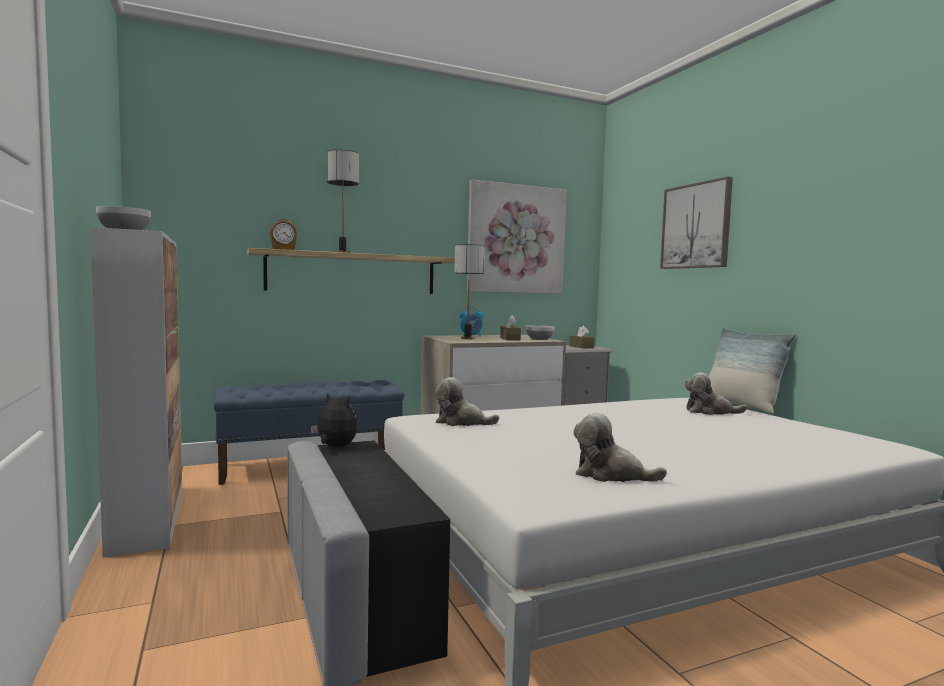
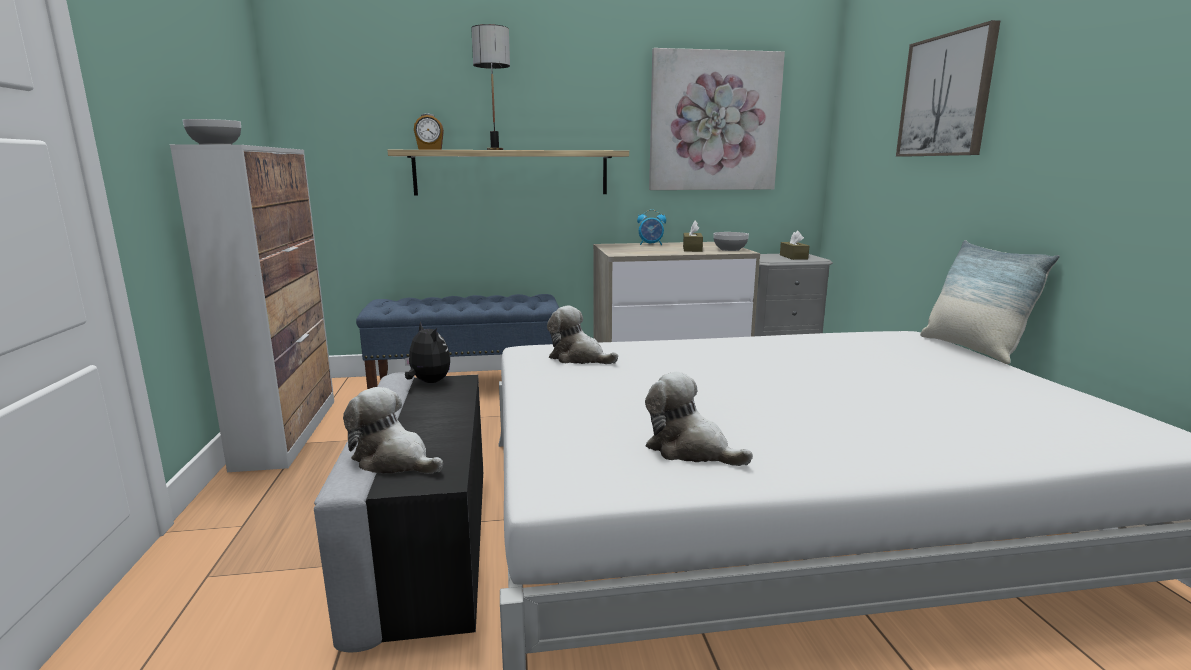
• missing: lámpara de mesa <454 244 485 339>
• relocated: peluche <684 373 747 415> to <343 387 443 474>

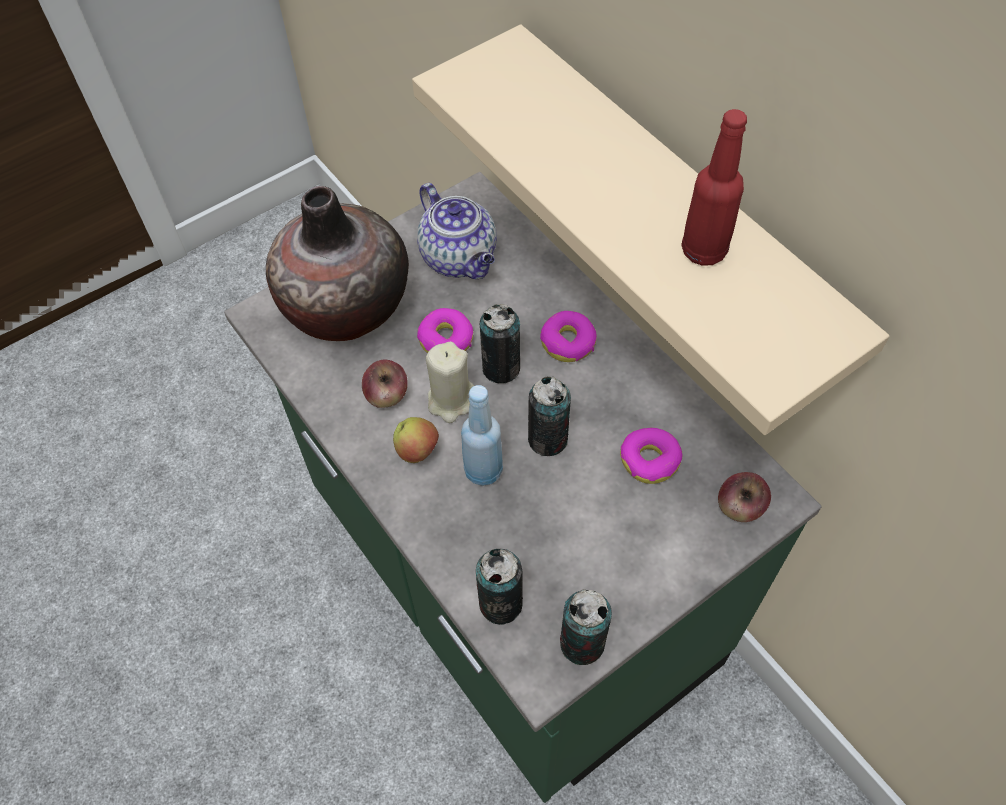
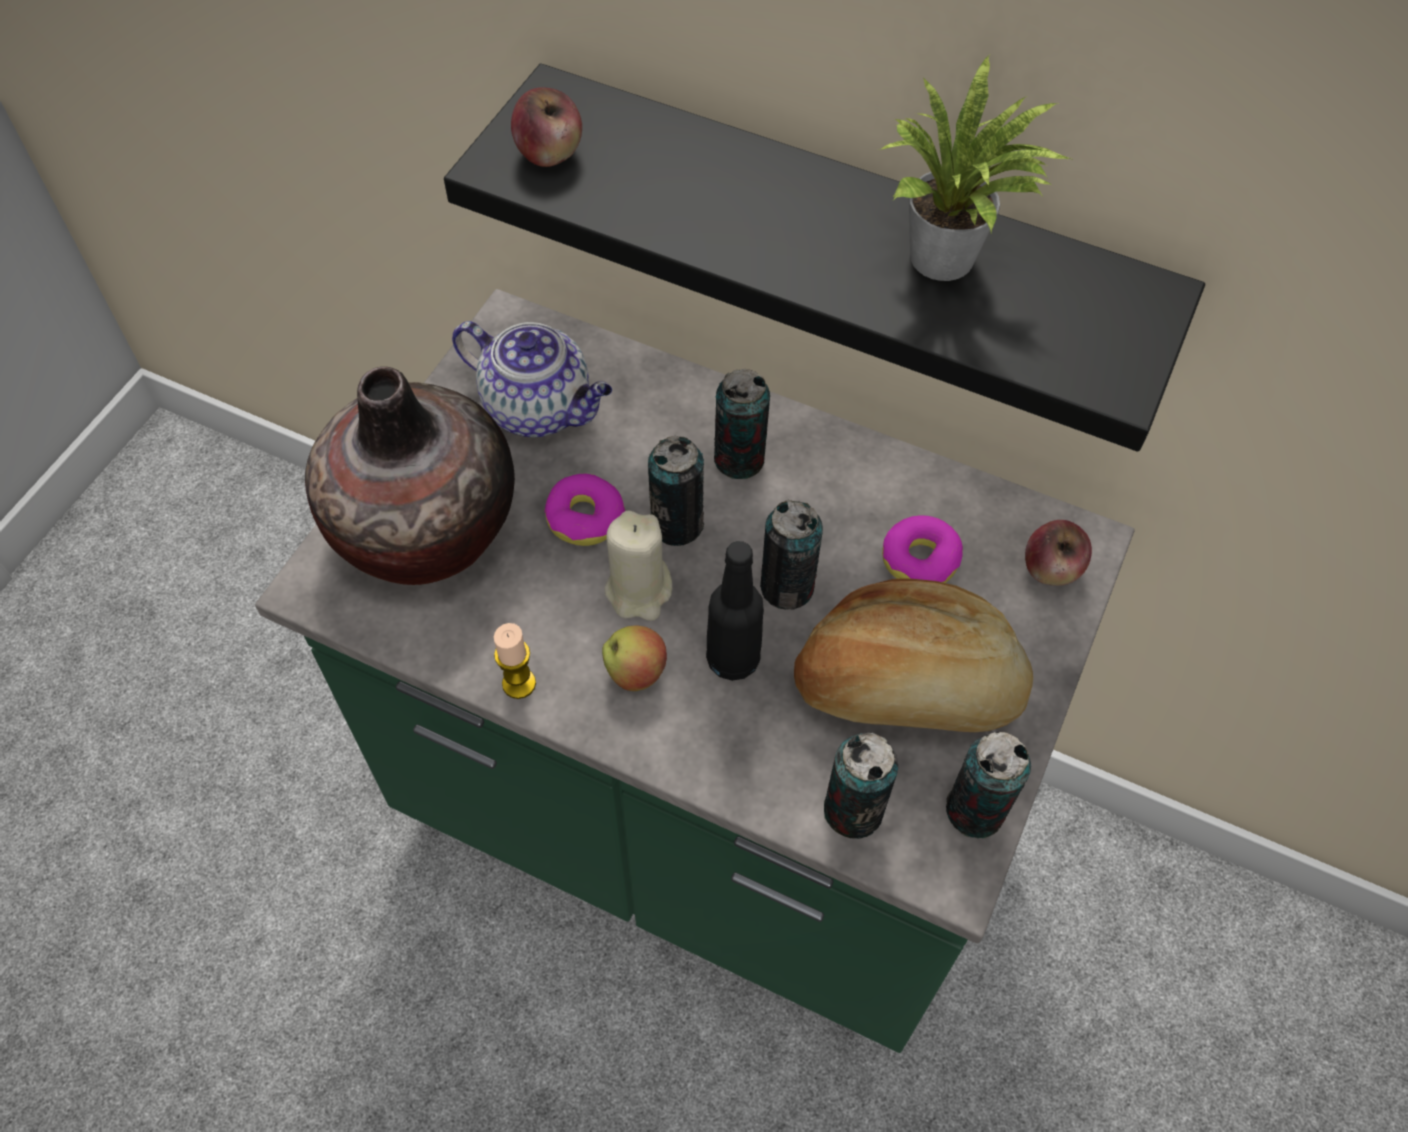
• colour: estante/beis <412 24 889 435> to estante/negro <444 63 1205 452>
• exchanged: botella/rojo <681 109 747 266> to planta en maceta <879 56 1071 281>
• exchanged: rosquilla <540 311 597 362> to lata <714 369 770 479>
• relocated: manzana <362 360 408 408> to <511 87 582 167>
• colour: botella/azul <461 385 503 486> to botella/negro <706 541 764 681>
• appeared: pan <794 578 1033 732>
• appeared: vela <494 623 536 699>

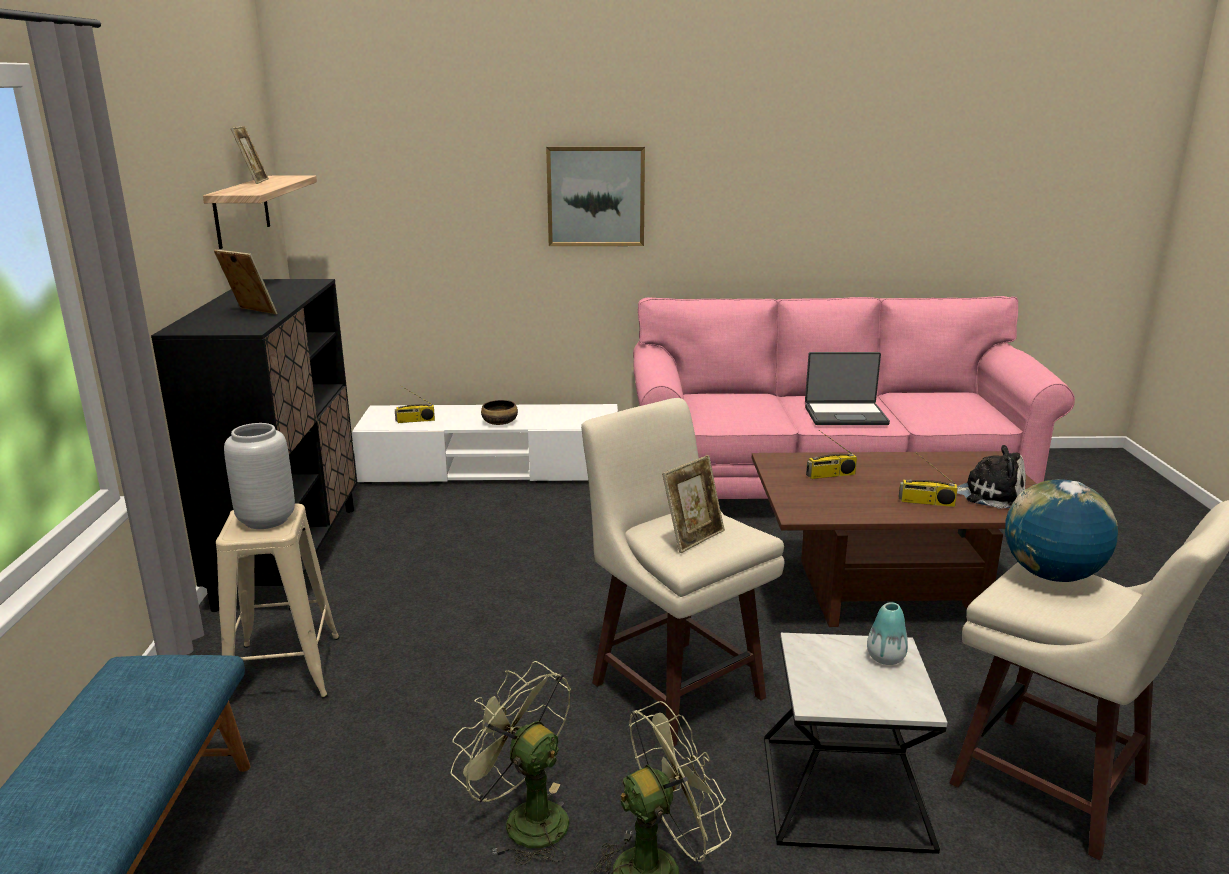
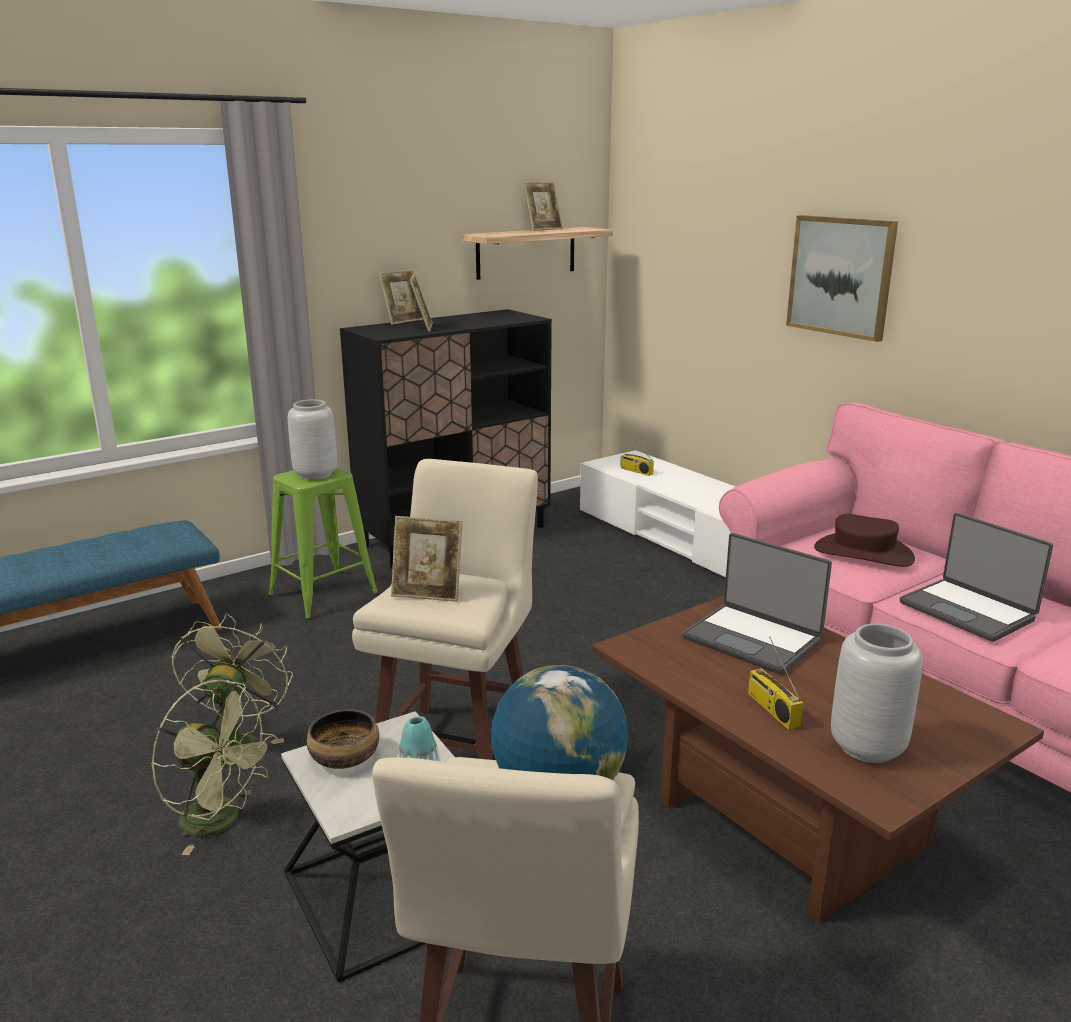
• relocated: cuenco <481 400 518 425> to <307 709 379 769>
• exchanged: radio <806 430 857 479> to portátil <682 533 832 675>
• exchanged: peluche <957 445 1026 509> to florero/gris <831 624 923 763>
• colour: taburete/beis <216 504 340 699> to taburete/verde <268 468 378 620>
• appeared: portarretratos <379 270 423 325>
• appeared: sombrero/marrón <814 514 915 567>

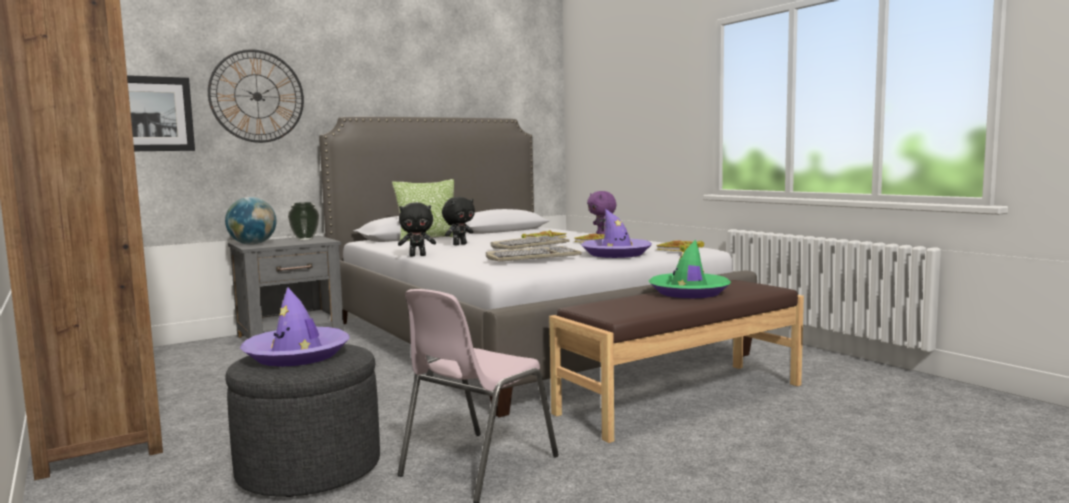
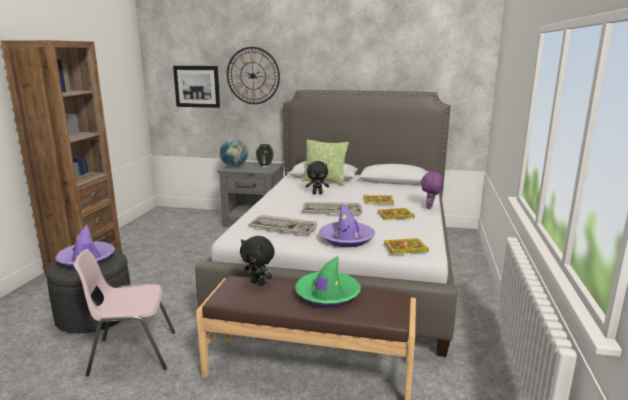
• relocated: peluche/negro <398 202 436 256> to <240 236 275 286>

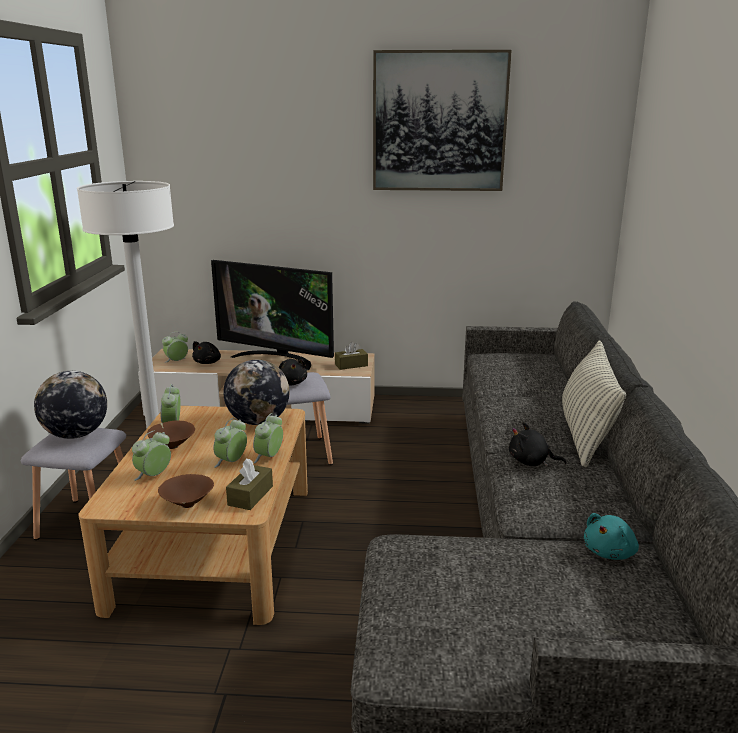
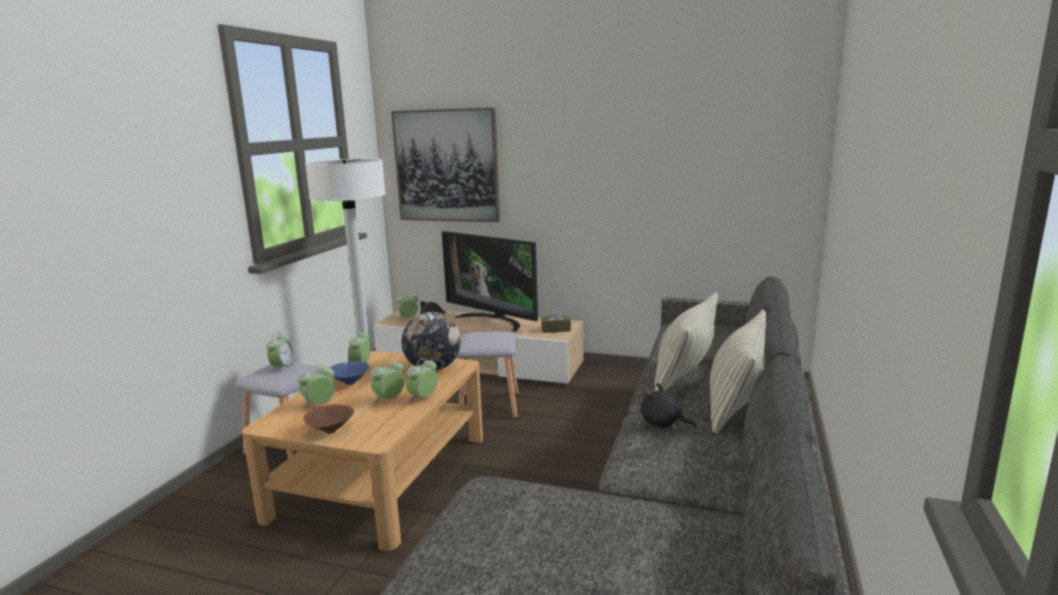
• relocated: cuadro <373 50 512 191> to <391 108 500 222>
• missing: peluche/negro <278 359 307 385>
• exchanged: globo terráqueo <34 371 107 439> to despertador <266 332 296 374>
• colour: cuenco/marrón <147 420 195 449> to cuenco/azul <331 361 370 385>
• missing: caja de pañuelos/marrón <226 459 273 510>
• missing: peluche/turquesa <584 513 639 560>
• appeared: cojín <655 292 718 391>

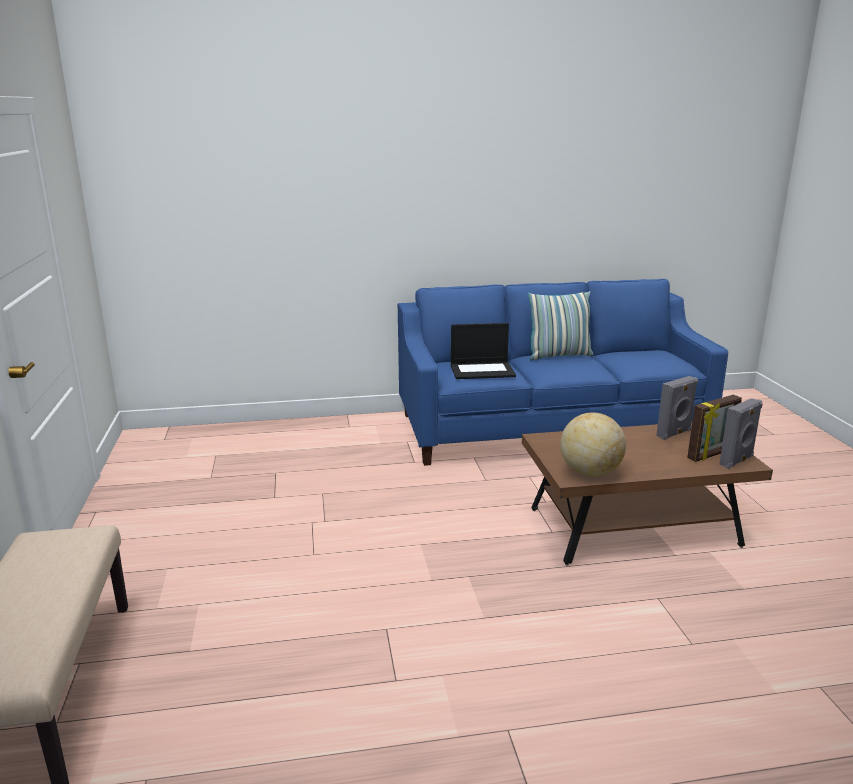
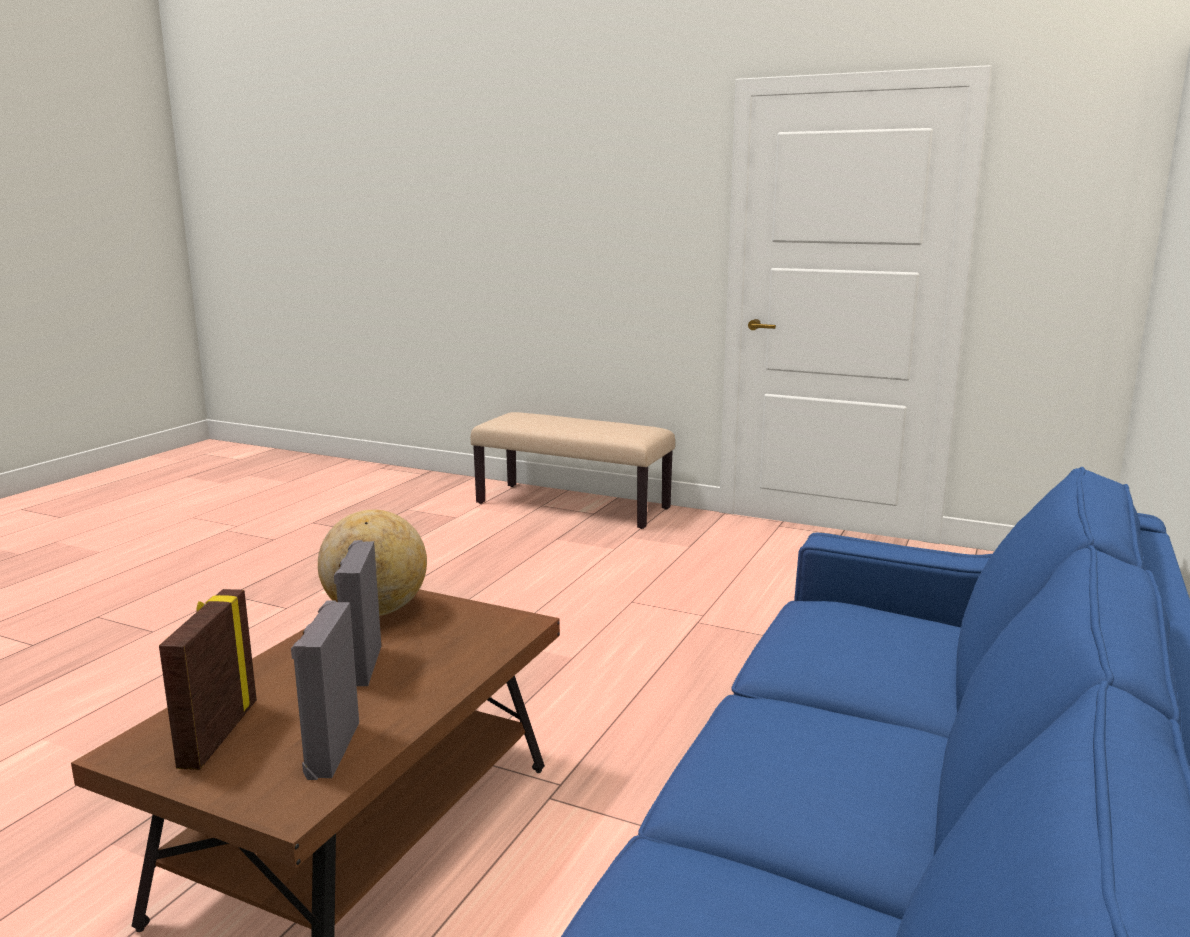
• missing: cojín <528 291 594 360>
• missing: portátil <450 323 516 379>
• relocated: altavoz/gris <719 398 763 469> to <334 540 381 686>

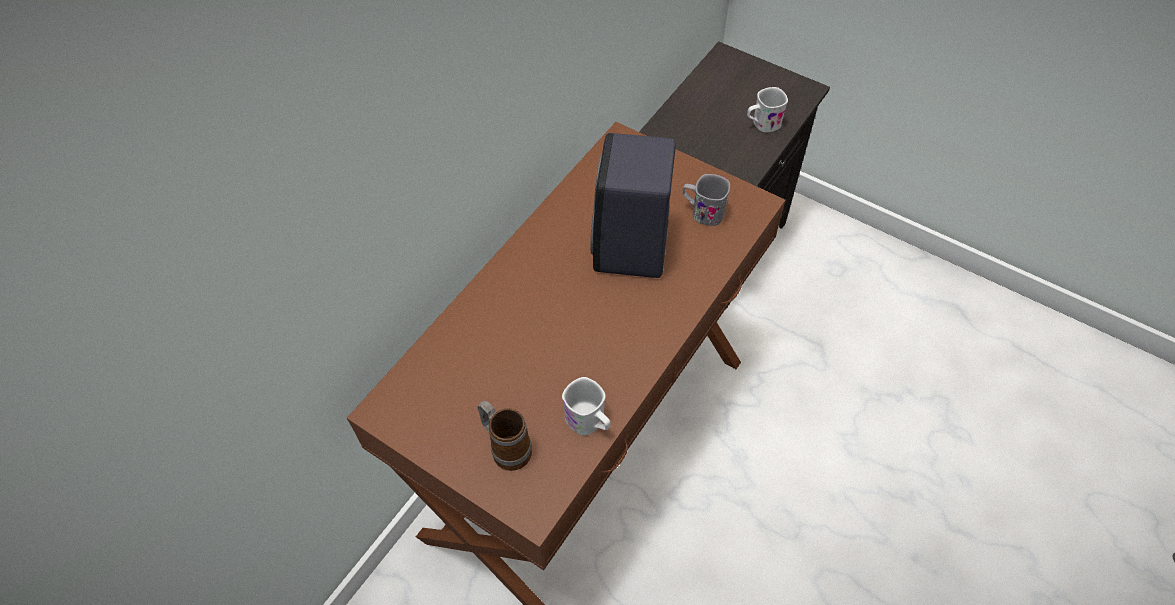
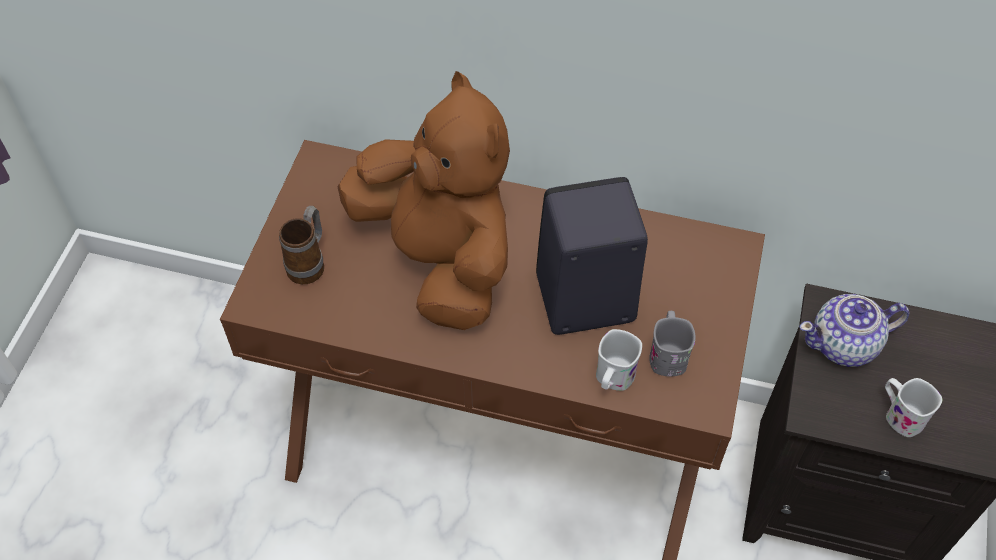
• relocated: taza grande/blanco <562 377 610 436> to <596 329 642 391>
• appeared: peluche/marrón <337 71 510 330>
• appeared: tetera <799 294 910 367>

